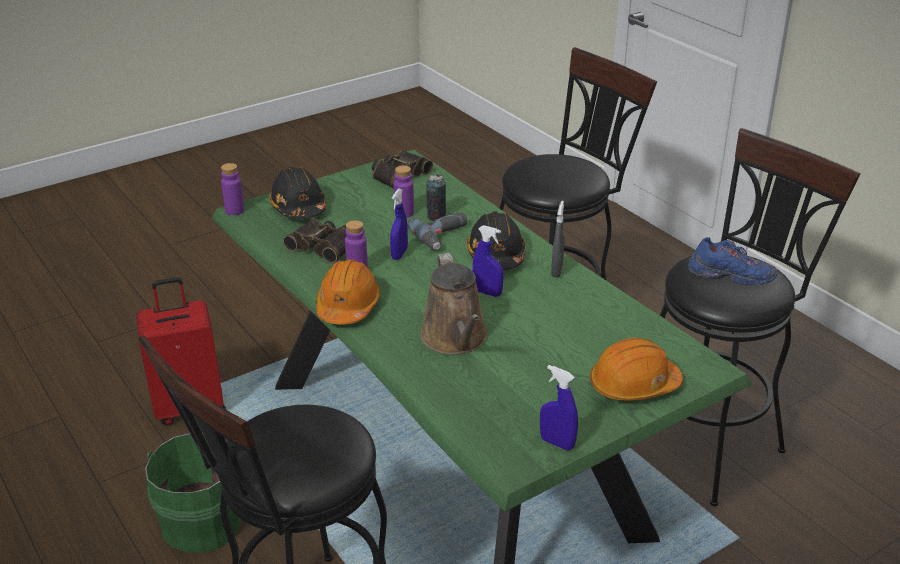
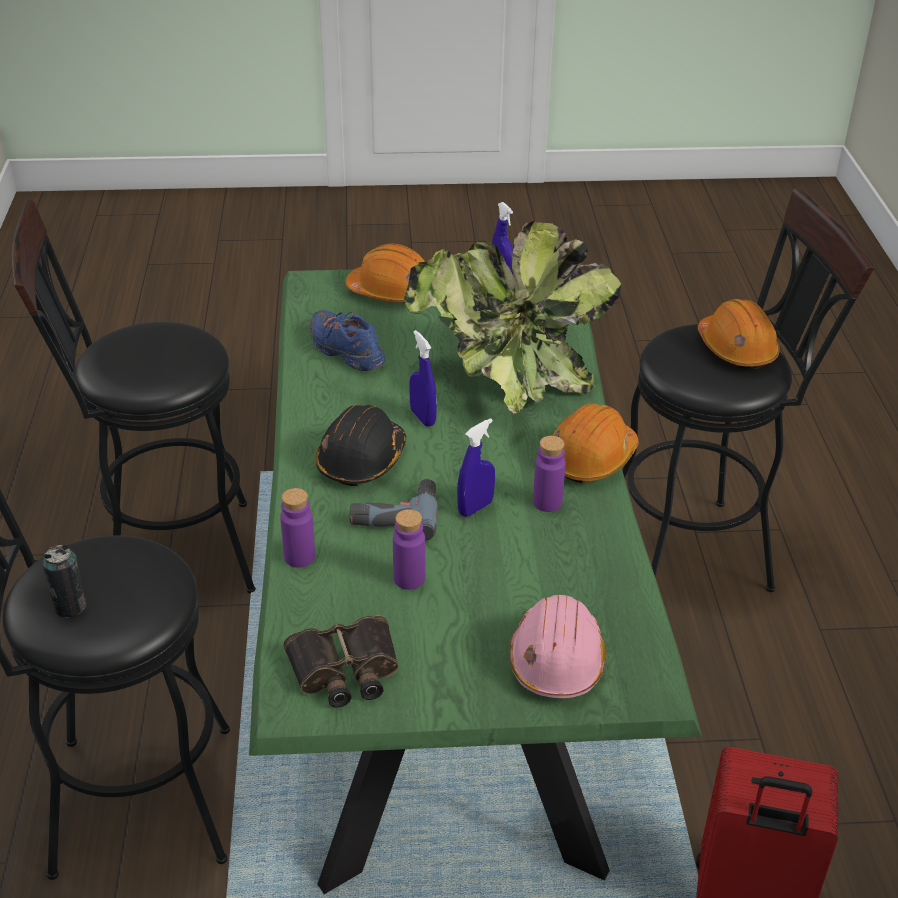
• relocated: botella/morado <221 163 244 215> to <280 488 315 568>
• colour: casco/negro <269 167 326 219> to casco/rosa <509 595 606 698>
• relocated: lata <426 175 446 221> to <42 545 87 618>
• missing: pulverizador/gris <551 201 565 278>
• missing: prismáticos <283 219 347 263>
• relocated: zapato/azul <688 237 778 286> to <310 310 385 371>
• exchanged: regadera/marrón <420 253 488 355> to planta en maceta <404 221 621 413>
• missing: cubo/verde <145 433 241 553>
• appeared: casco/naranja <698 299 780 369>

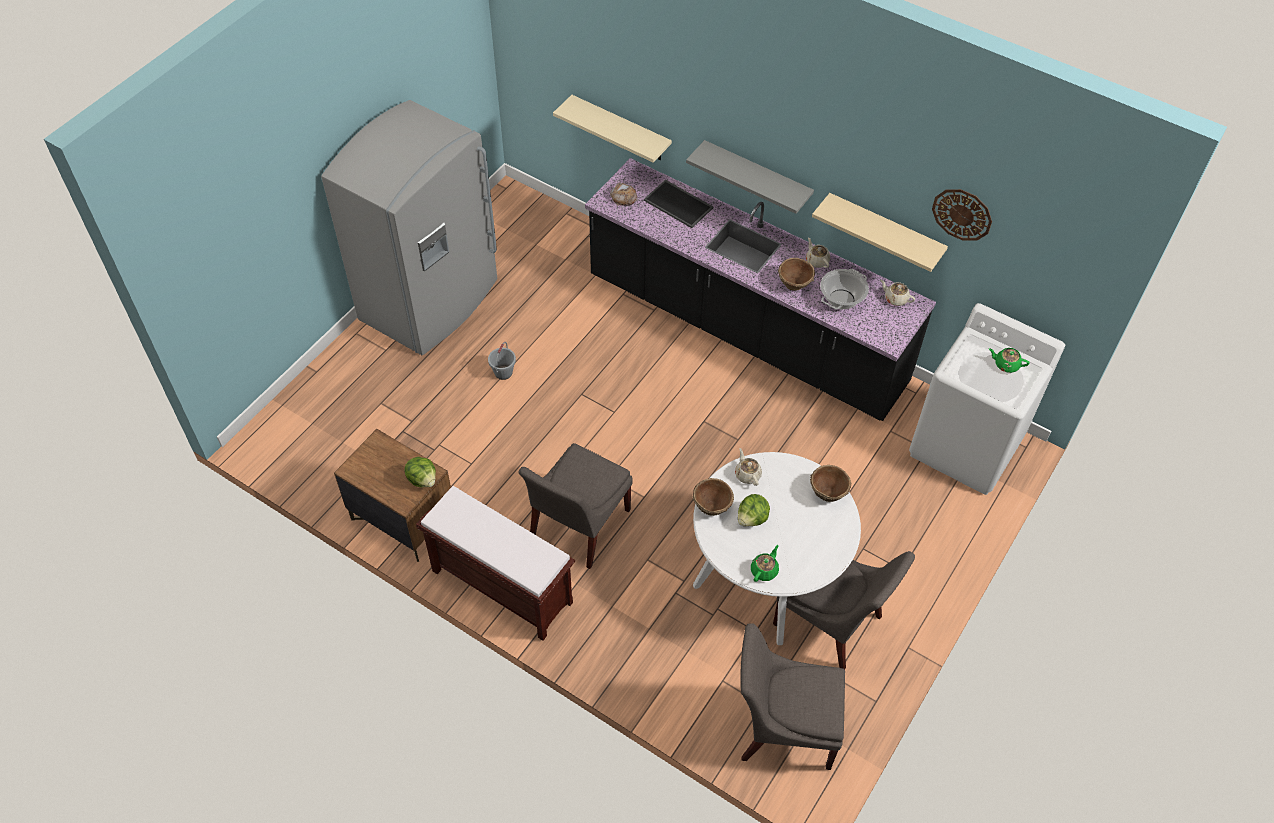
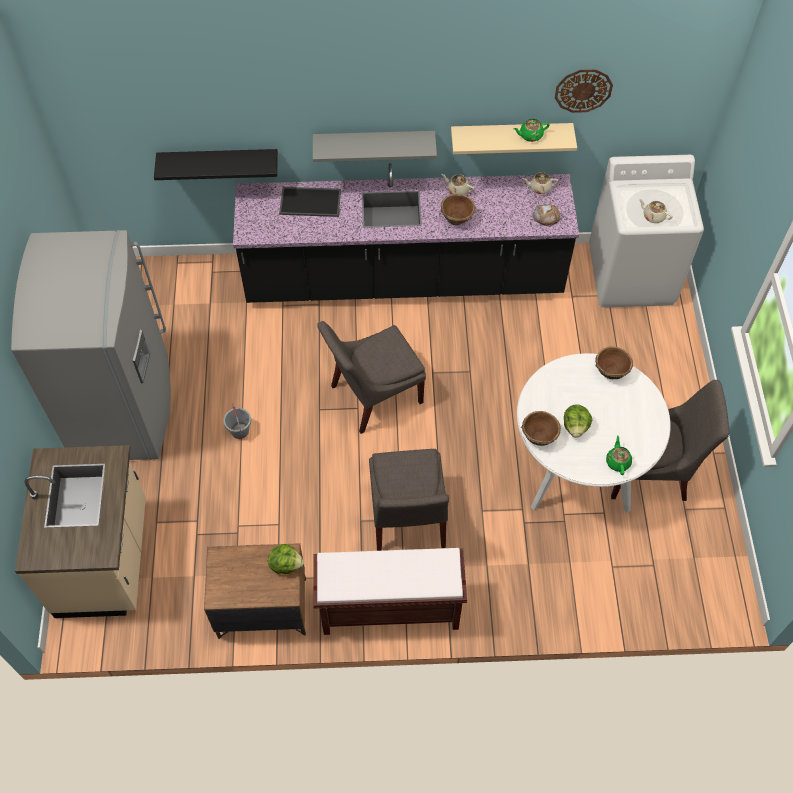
• colour: estante/beis <553 95 672 163> to estante/negro <154 149 278 180>
• relocated: pan <610 182 638 206> to <532 204 561 227>
• missing: olla <820 269 869 309>
• relocated: tetera/verde <989 348 1030 373> to <513 119 550 142>
• relocated: tetera/beis <735 448 762 486> to <639 199 673 223>
• relocated: silla/gris <741 623 845 770> to <317 321 426 434>
• appeared: mueble bajo de cocina/beis <15 445 146 618>

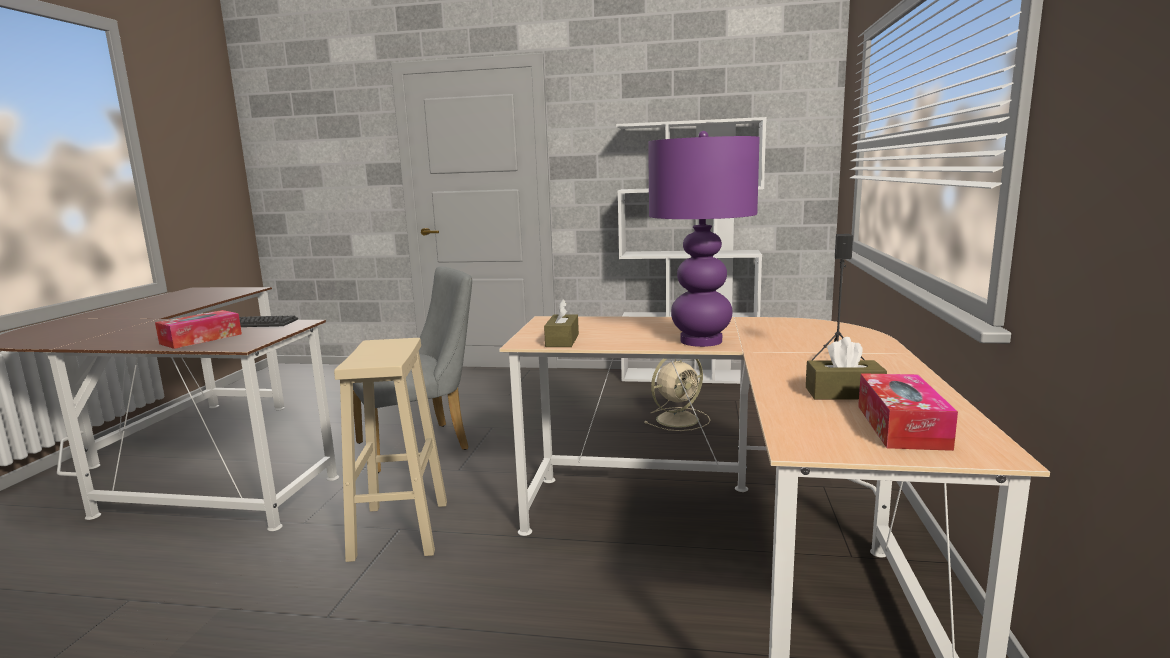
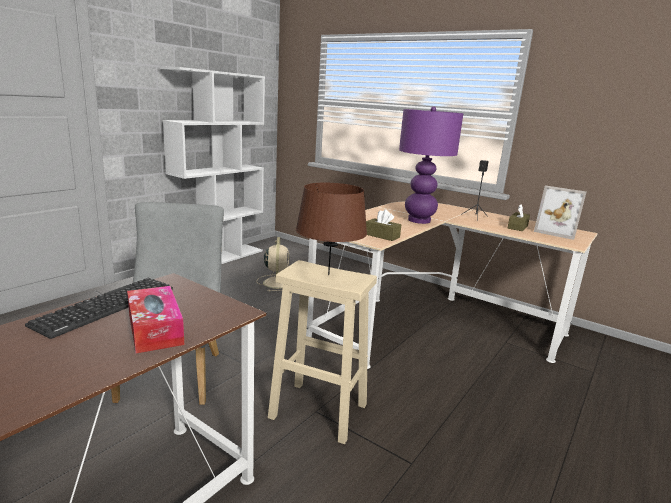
• exchanged: caja de pañuelos <858 373 958 451> to portarretratos <534 185 586 240>
• appeared: lámpara de mesa/marrón <296 183 367 275>

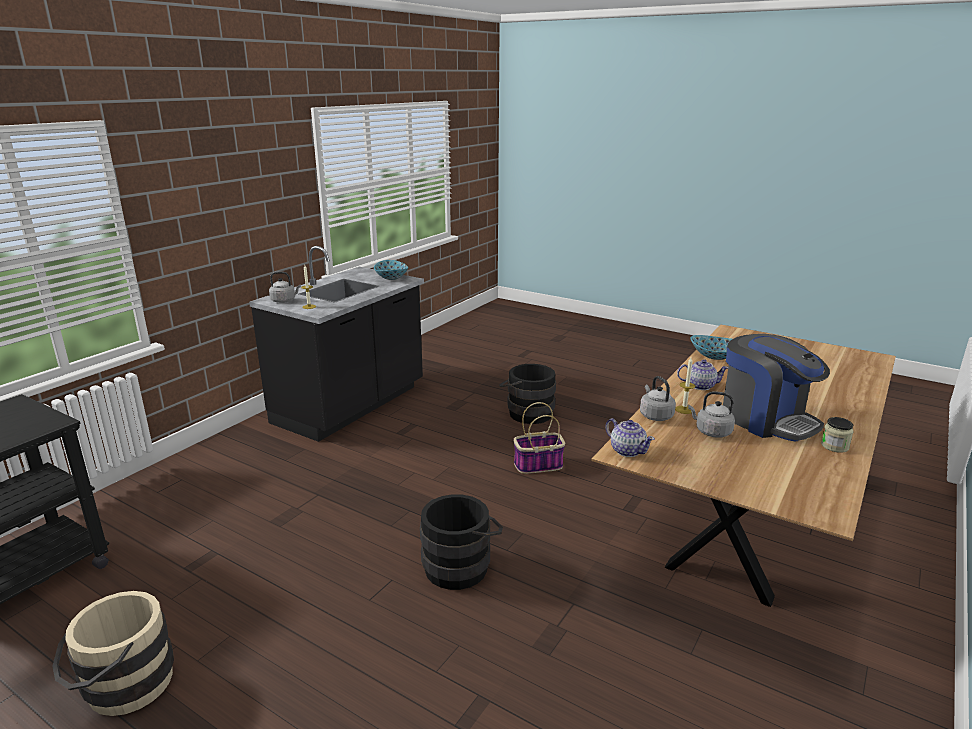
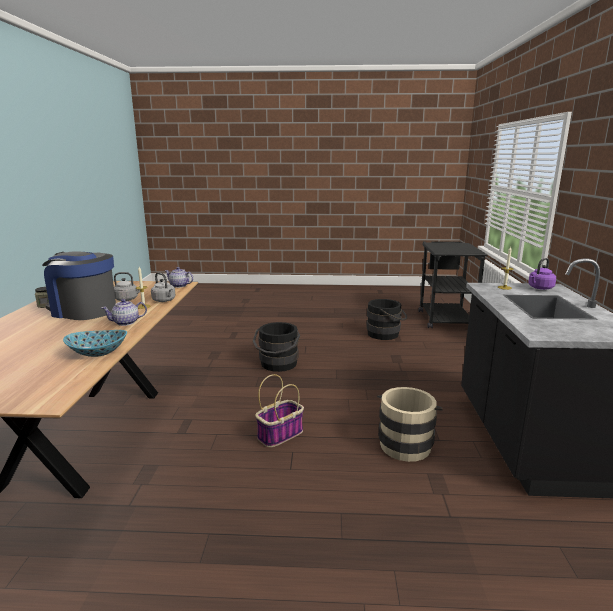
• missing: cuenco <374 260 408 280>
• colour: hervidor/gris <269 272 301 303> to hervidor/morado <528 258 556 290>
• relocated: cubo/negro <499 364 556 424> to <366 299 407 340>
• relocated: cubo/beis <52 591 174 716> to <377 387 443 462>

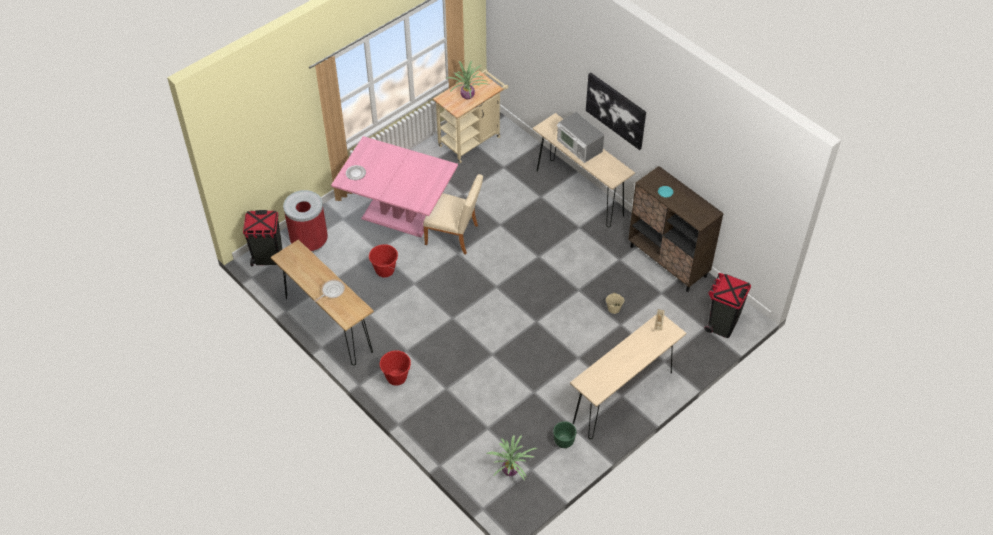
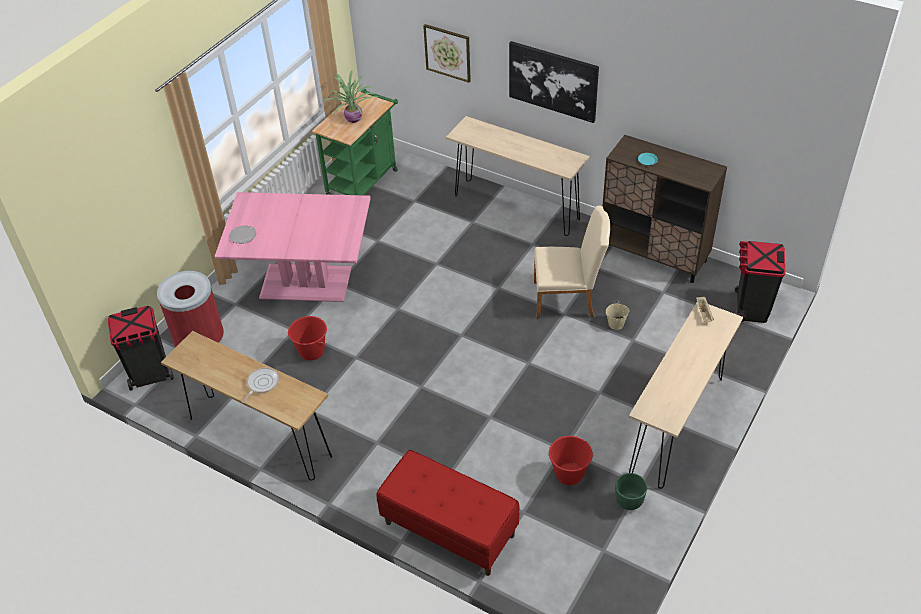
• colour: carrito/beis <433 69 508 163> to carrito/verde <312 89 398 195>
• missing: microondas <557 112 604 163>
• relocated: silla/beis <423 174 483 254> to <534 206 610 319>
• relocated: cubo/rojo <380 350 412 386> to <548 436 594 485>
• missing: planta en maceta <486 435 537 481>
• appeared: cuadro <423 24 471 83>
• appeared: banco/rojo <376 450 520 576>

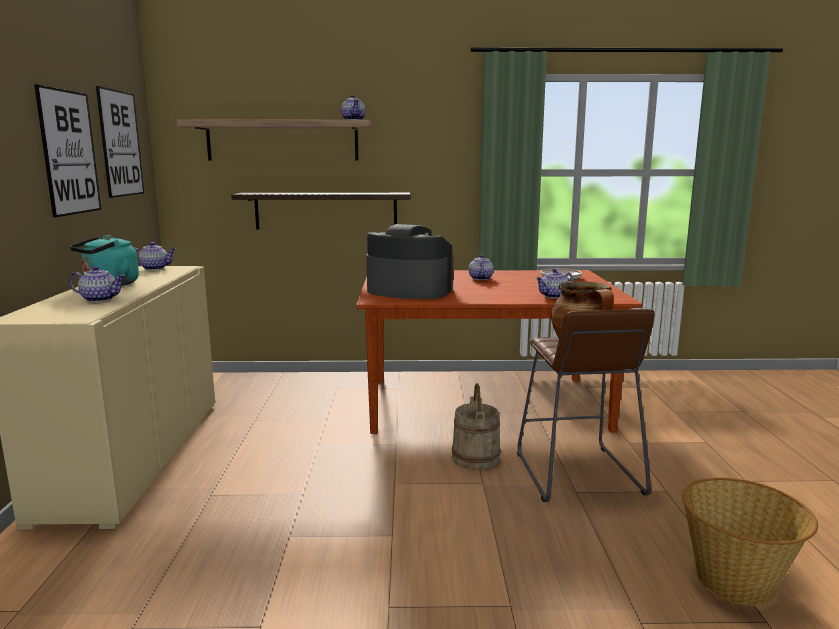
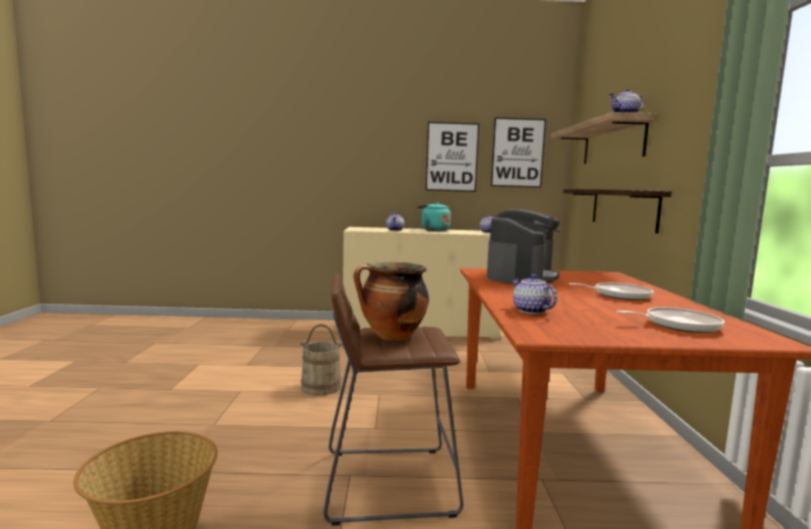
• exchanged: tetera <469 255 494 280> to sartén <569 283 654 300>
• relocated: cubo/beis <452 383 501 470> to <300 324 342 395>

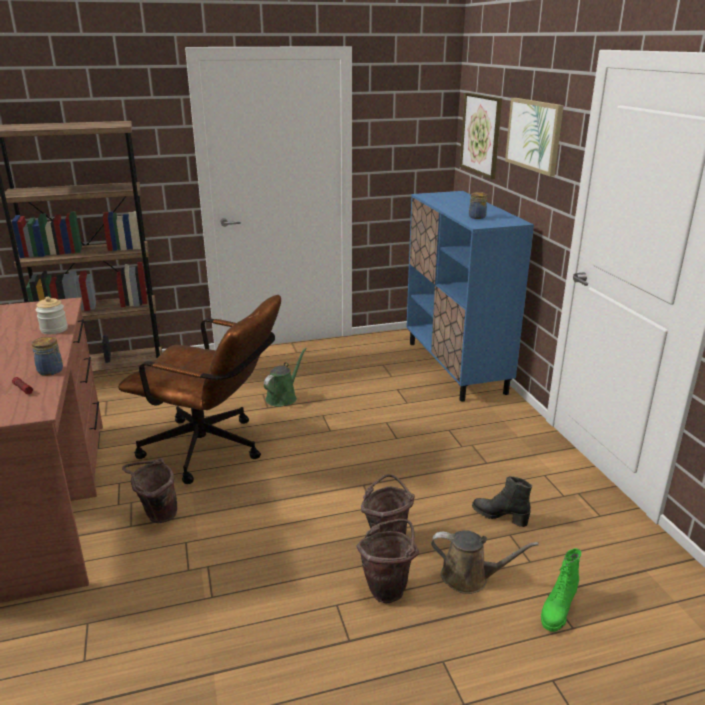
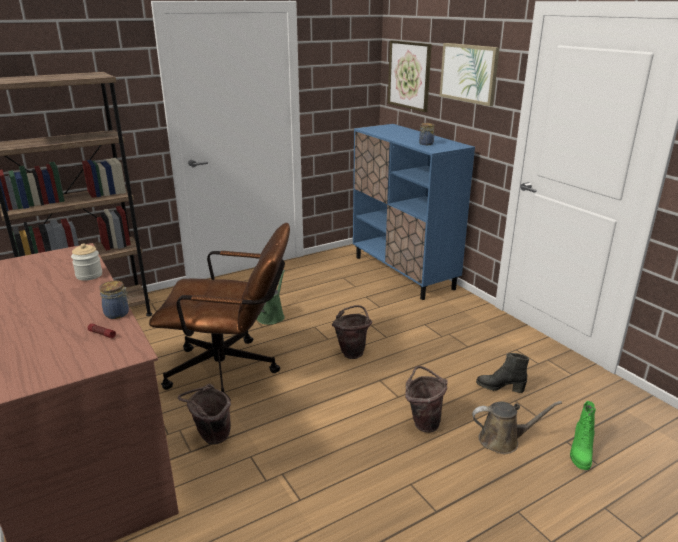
• relocated: cubo/marrón <356 519 419 603> to <332 305 372 359>

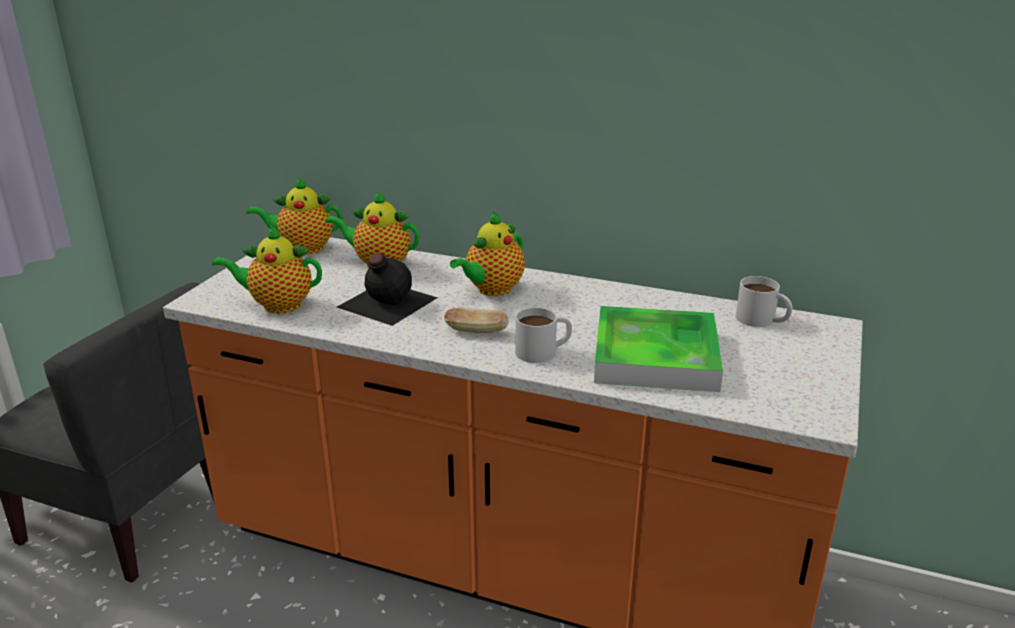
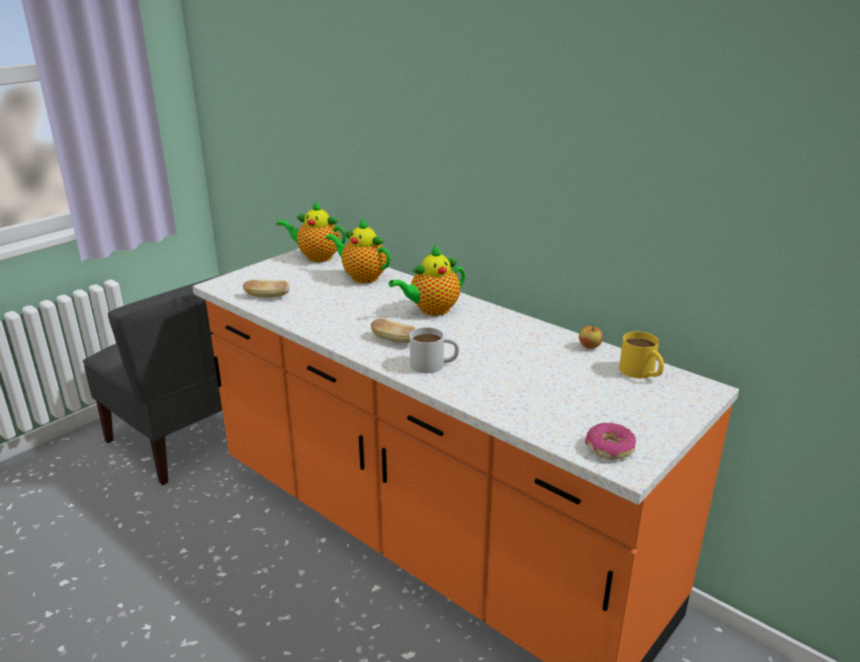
• exchanged: tetera <212 225 322 313> to pan <243 279 290 298>
• missing: botella/negro <337 253 437 326>
• colour: taza grande/blanco <736 276 793 327> to taza grande/amarillo <619 332 664 378>
• missing: bandeja <594 306 723 392>
• appeared: manzana <579 325 603 349>
• appeared: rosquilla <585 423 636 459>

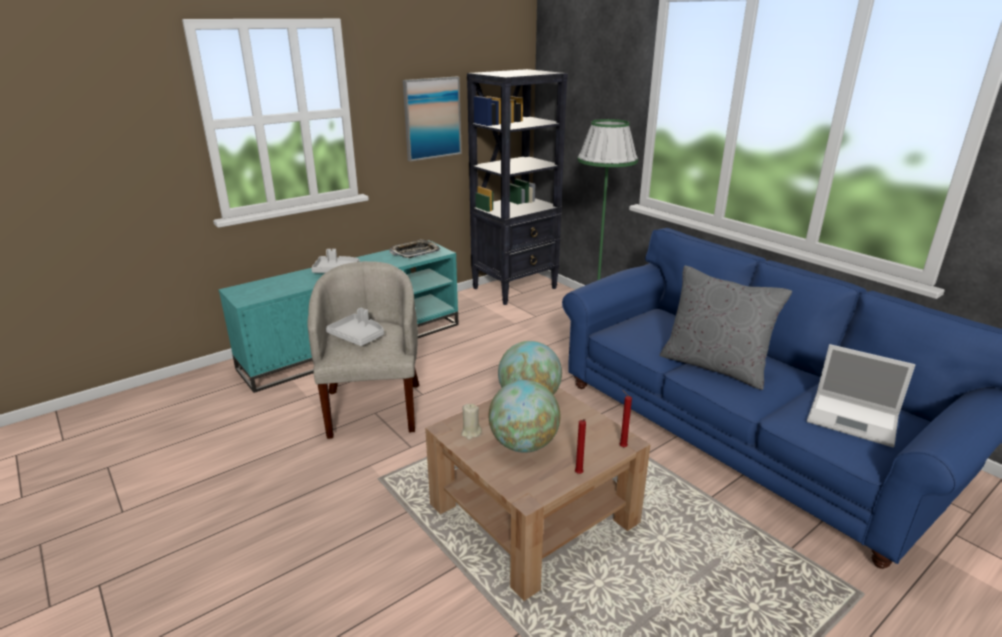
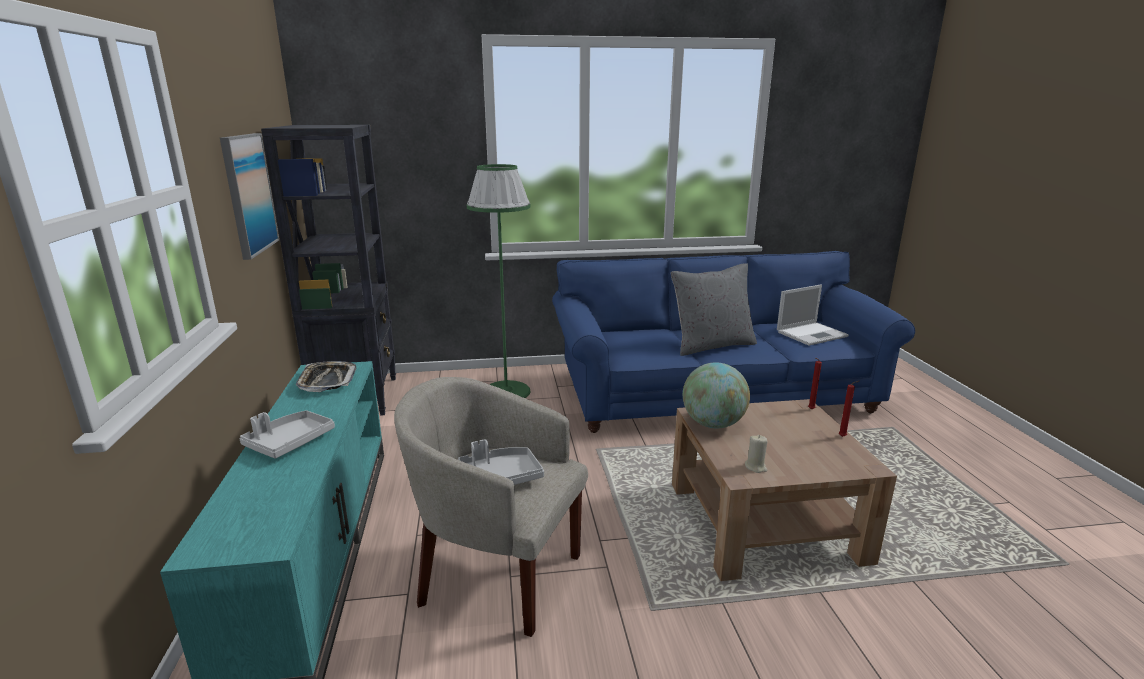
• missing: globo terráqueo <489 380 560 453>

